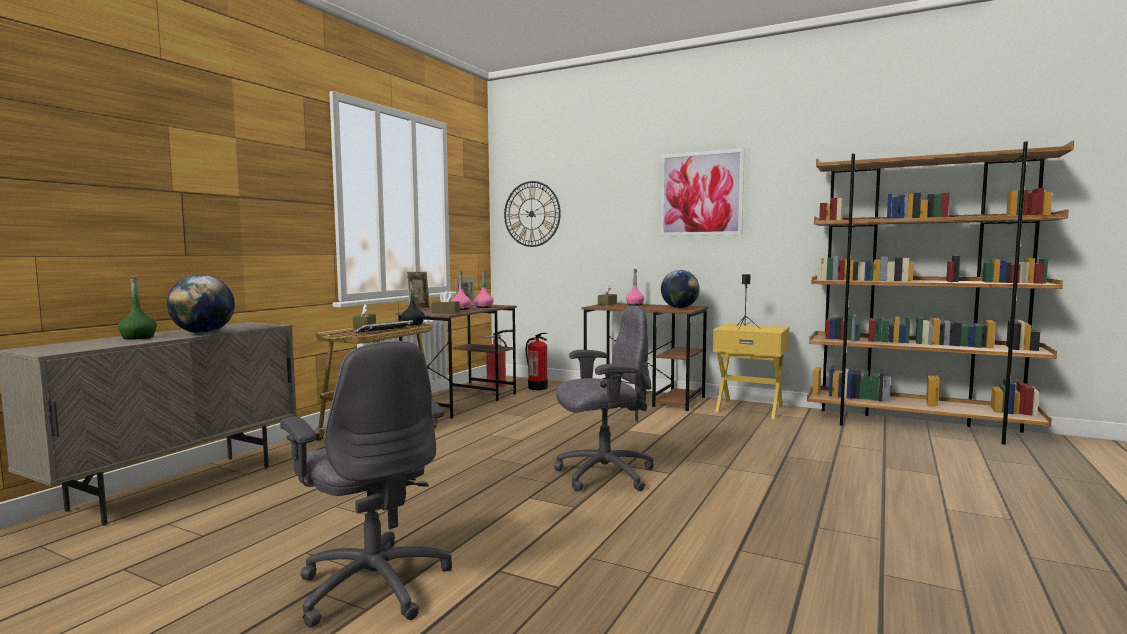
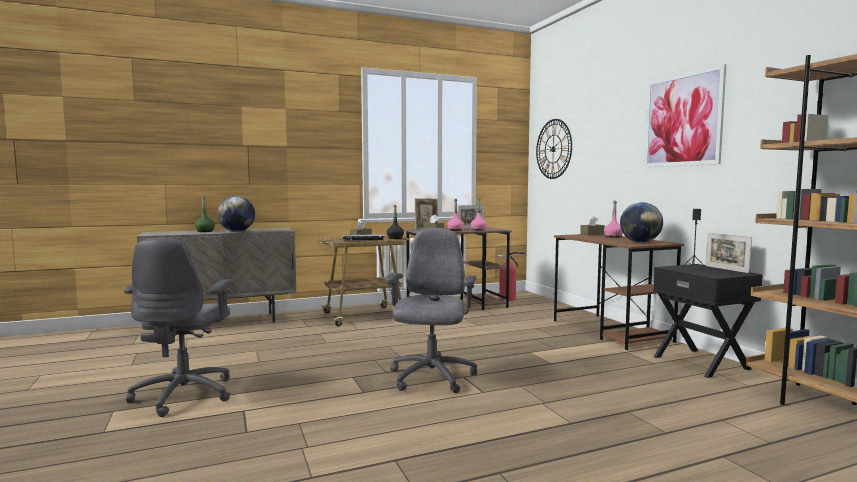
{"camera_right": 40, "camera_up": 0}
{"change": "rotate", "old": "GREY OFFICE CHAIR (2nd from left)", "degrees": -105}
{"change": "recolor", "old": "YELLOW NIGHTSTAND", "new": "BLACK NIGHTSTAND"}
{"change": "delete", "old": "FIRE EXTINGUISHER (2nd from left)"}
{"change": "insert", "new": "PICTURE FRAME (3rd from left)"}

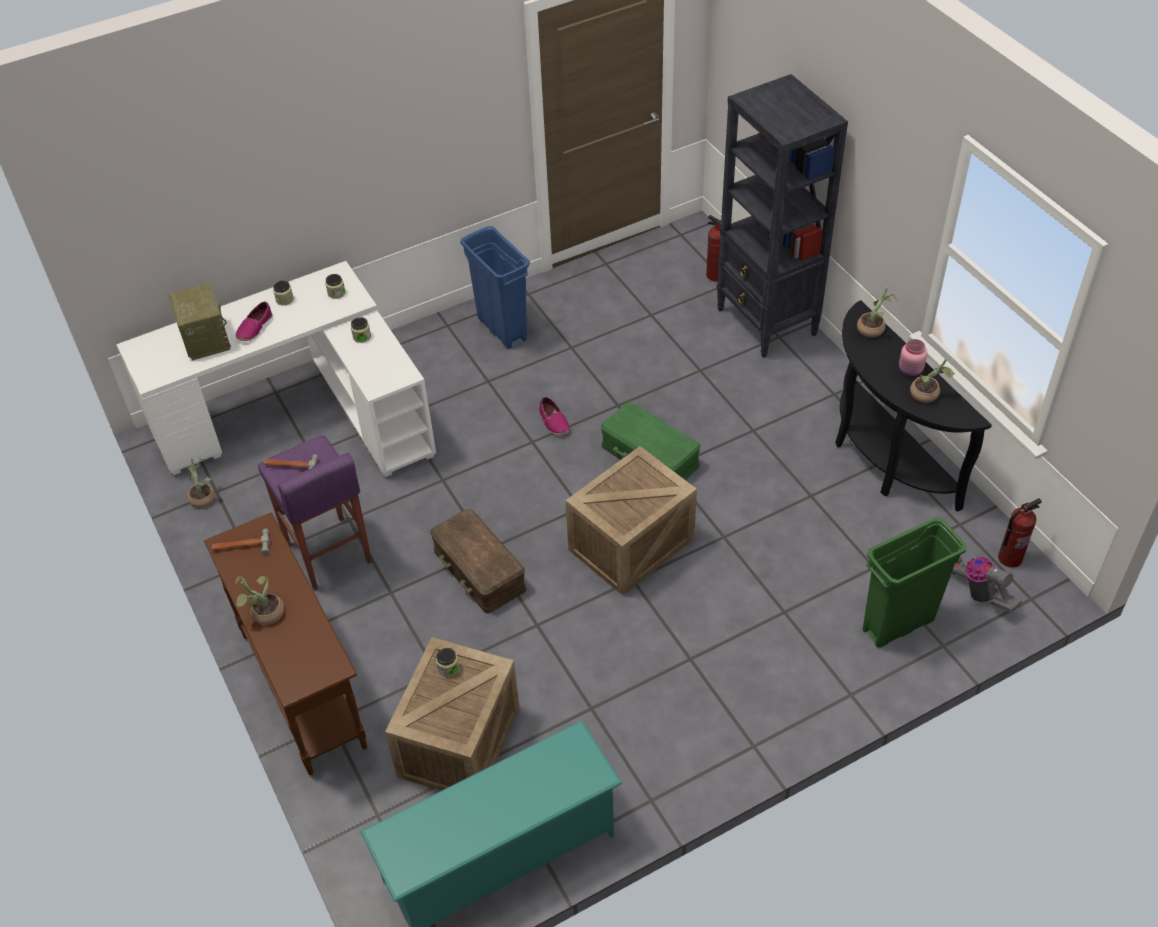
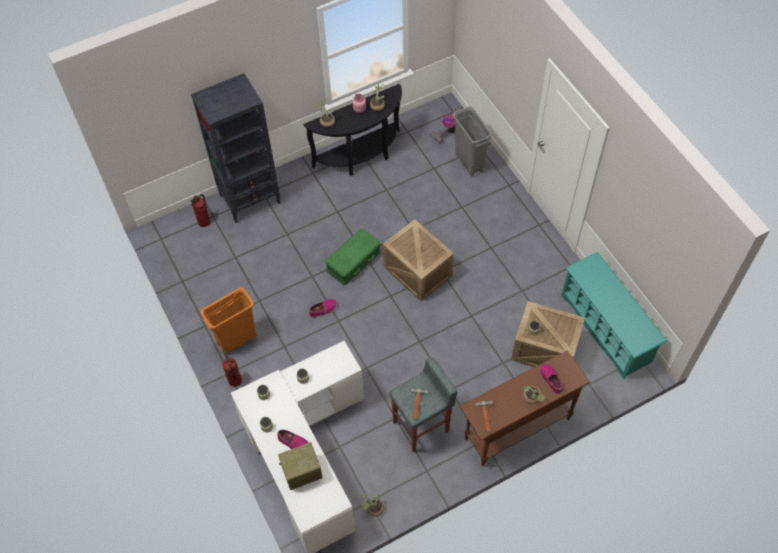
{"camera_right": -90, "camera_up": 10}
{"change": "recolor", "old": "BLUE TRASH CAN", "new": "ORANGE TRASH CAN"}
{"change": "recolor", "old": "PURPLE STOOL", "new": "GREY STOOL"}
{"change": "move", "old": "FIRE EXTINGUISHER (2nd from left)"}
{"change": "delete", "old": "BROWN STORAGE BOX"}
{"change": "recolor", "old": "GREEN TRASH CAN", "new": "GREY TRASH CAN"}
{"change": "insert", "new": "SHOE (3rd from left)"}

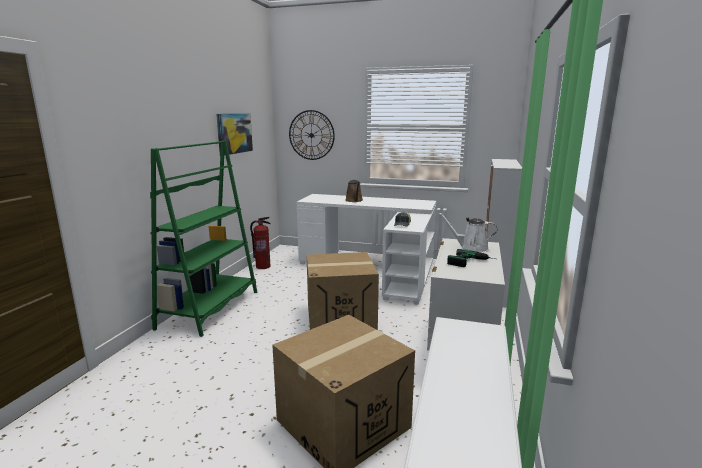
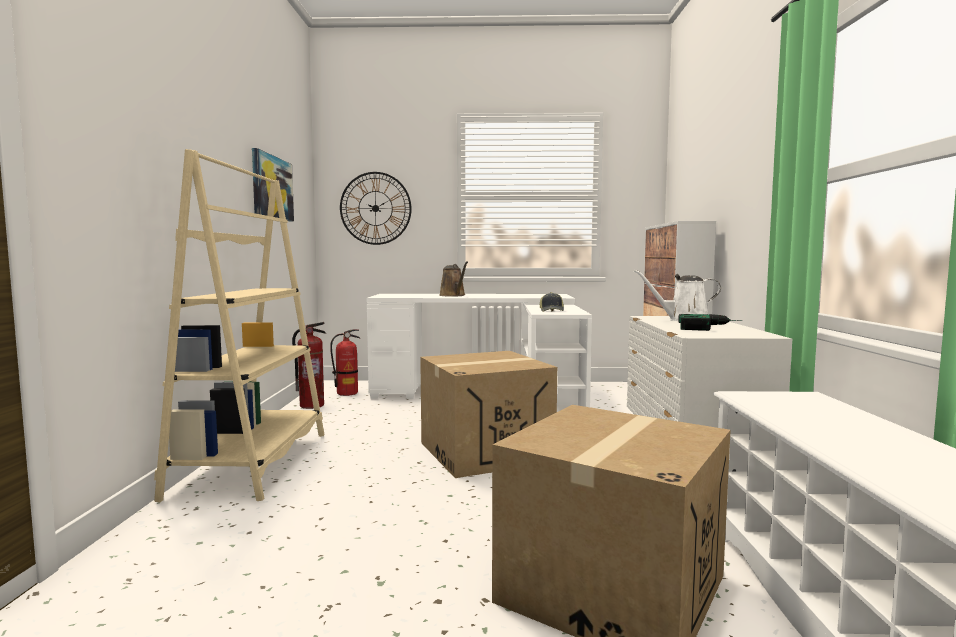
{"camera_right": -15, "camera_up": -10}
{"change": "recolor", "old": "GREEN BOOKCASE", "new": "BEIGE BOOKCASE"}
{"change": "insert", "new": "FIRE EXTINGUISHER (2nd from left)"}

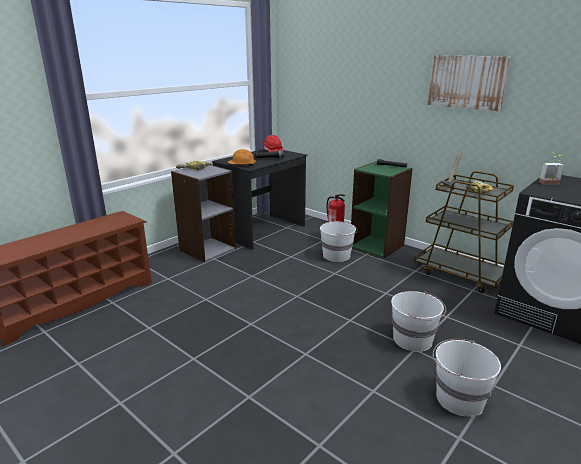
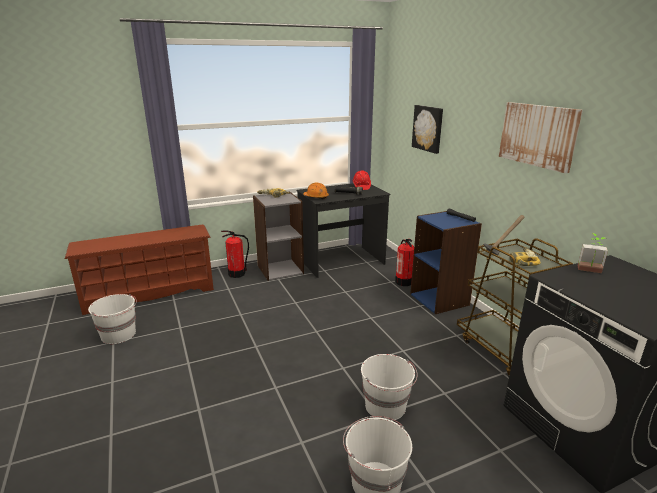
{"camera_right": 25, "camera_up": 0}
{"change": "recolor", "old": "GREEN BOOKCASE", "new": "BLUE BOOKCASE"}
{"change": "move", "old": "WHITE BUCKET (1st from left)"}
{"change": "insert", "new": "PICTURE (1st from left)"}
{"change": "insert", "new": "FIRE EXTINGUISHER (1st from left)"}

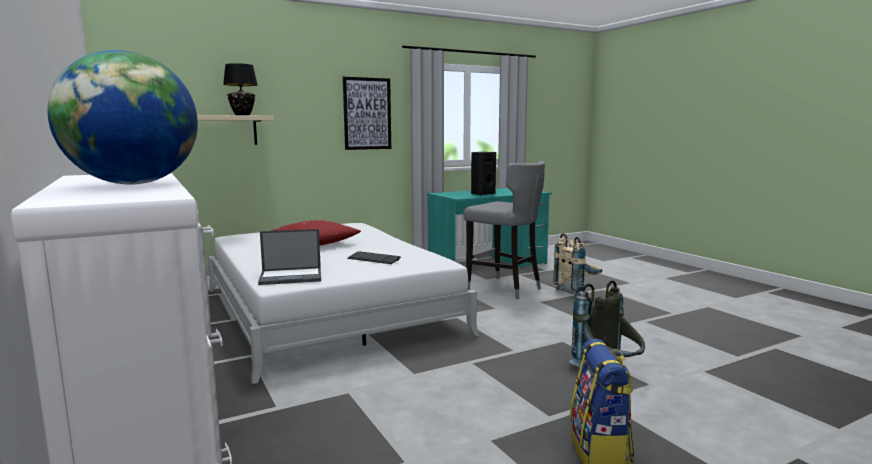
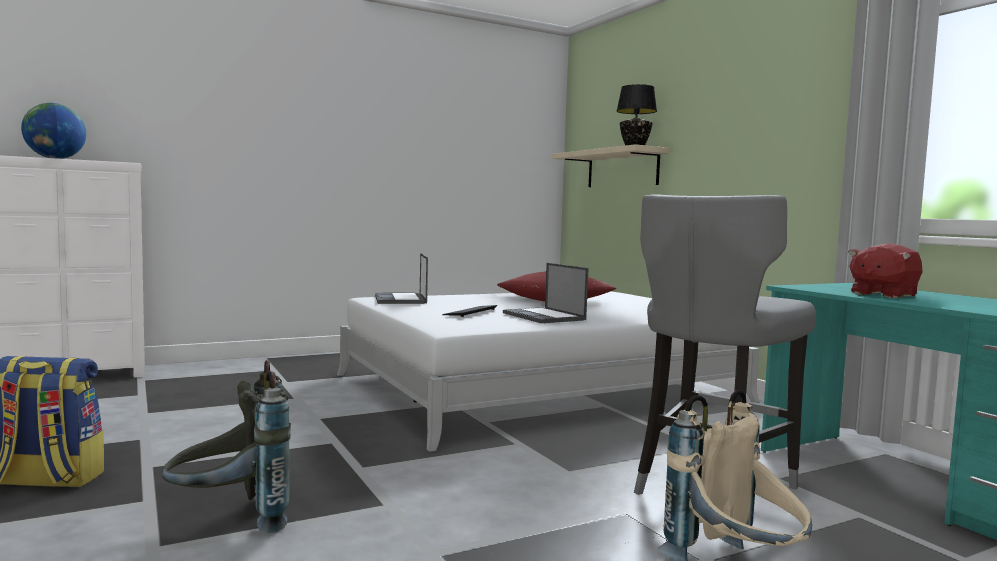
{"camera_right": 90, "camera_up": -5}
{"change": "delete", "old": "PICTURE"}
{"change": "replace", "old": "BLACK SPEAKER", "new": "RED PLUSH TOY"}
{"change": "insert", "new": "LAPTOP (2nd from left)"}

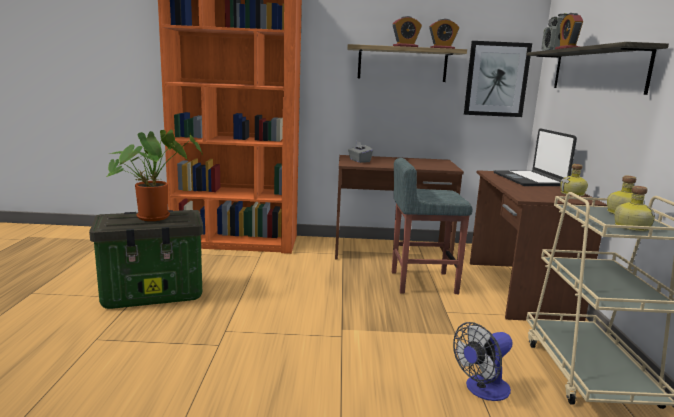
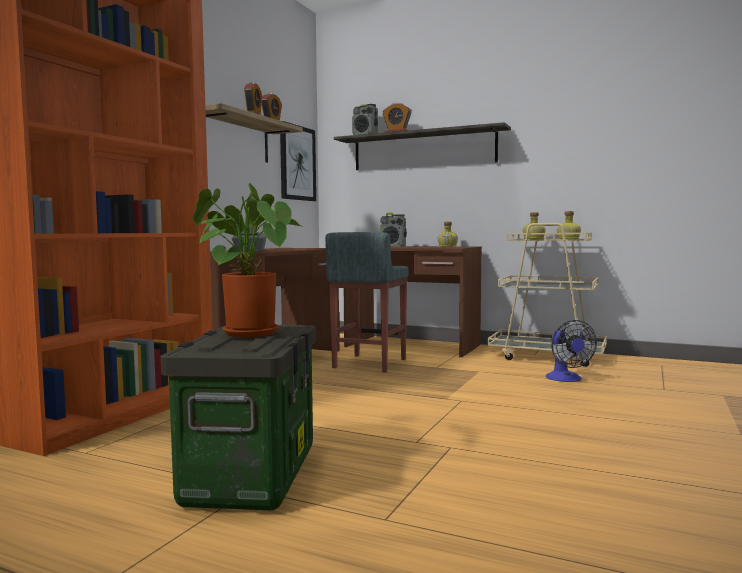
{"camera_right": -65, "camera_up": -10}
{"change": "replace", "old": "LAPTOP", "new": "RADIO (2nd from left)"}

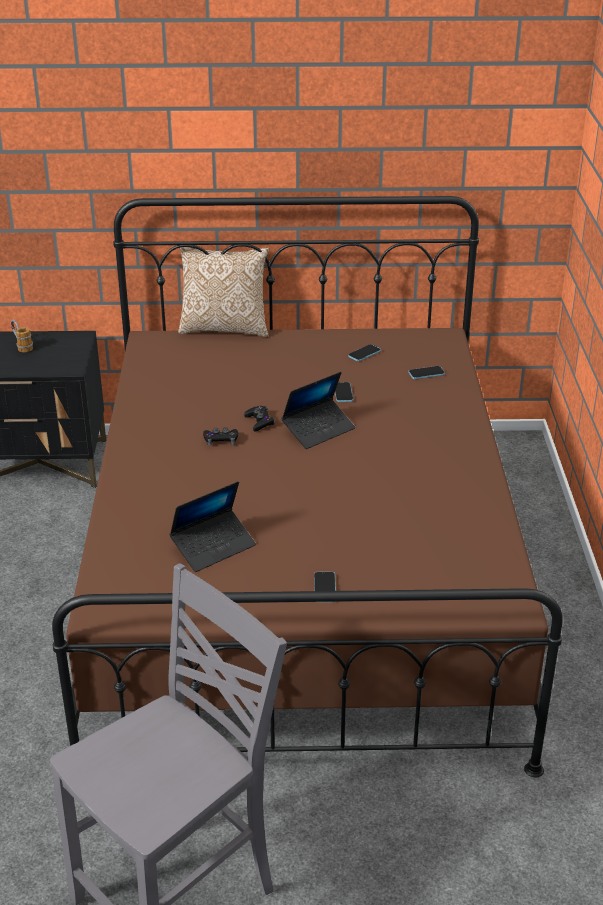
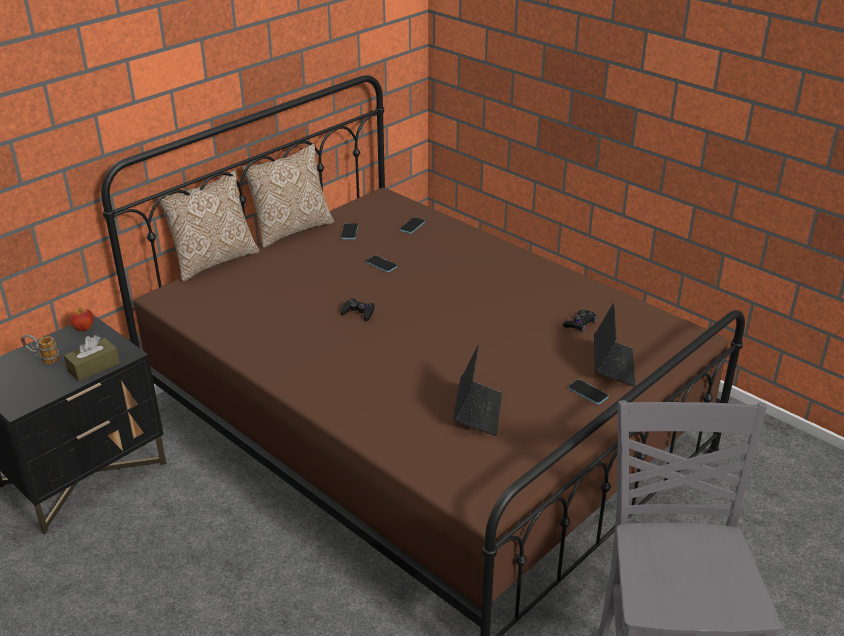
{"camera_right": -45, "camera_up": 0}
{"change": "move", "old": "LAPTOP (2nd from left)"}
{"change": "move", "old": "BLACK GAME CONTROLLER (1st from left in the first image)", "new": "BLACK GAME CONTROLLER (2nd from left)"}
{"change": "insert", "new": "PILLOW (2nd from left)"}
{"change": "insert", "new": "APPLE"}
{"change": "insert", "new": "BROWN TISSUE BOX"}

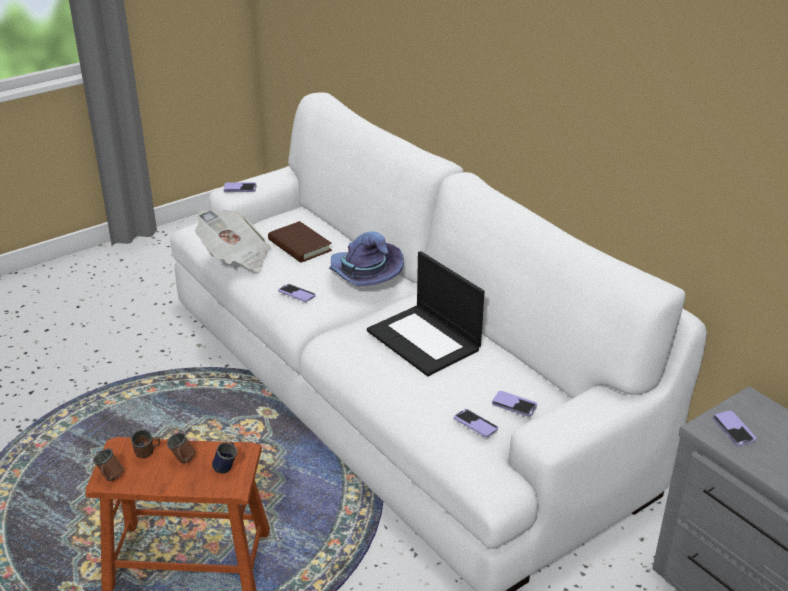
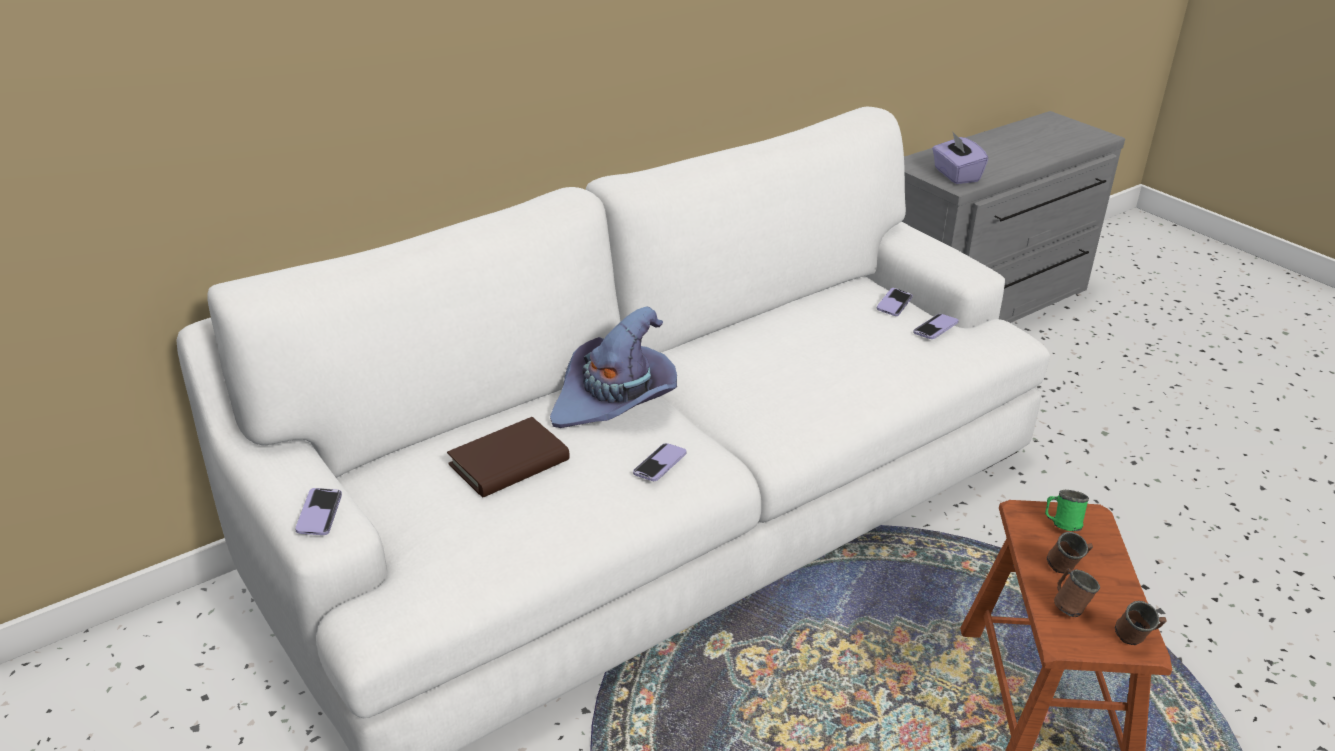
{"camera_right": -90, "camera_up": 0}
{"change": "delete", "old": "NEWSPAPER"}
{"change": "delete", "old": "LAPTOP"}
{"change": "replace", "old": "PHONE (5th from left)", "new": "PURPLE TISSUE BOX"}
{"change": "recolor", "old": "BLUE MUG", "new": "GREEN MUG"}

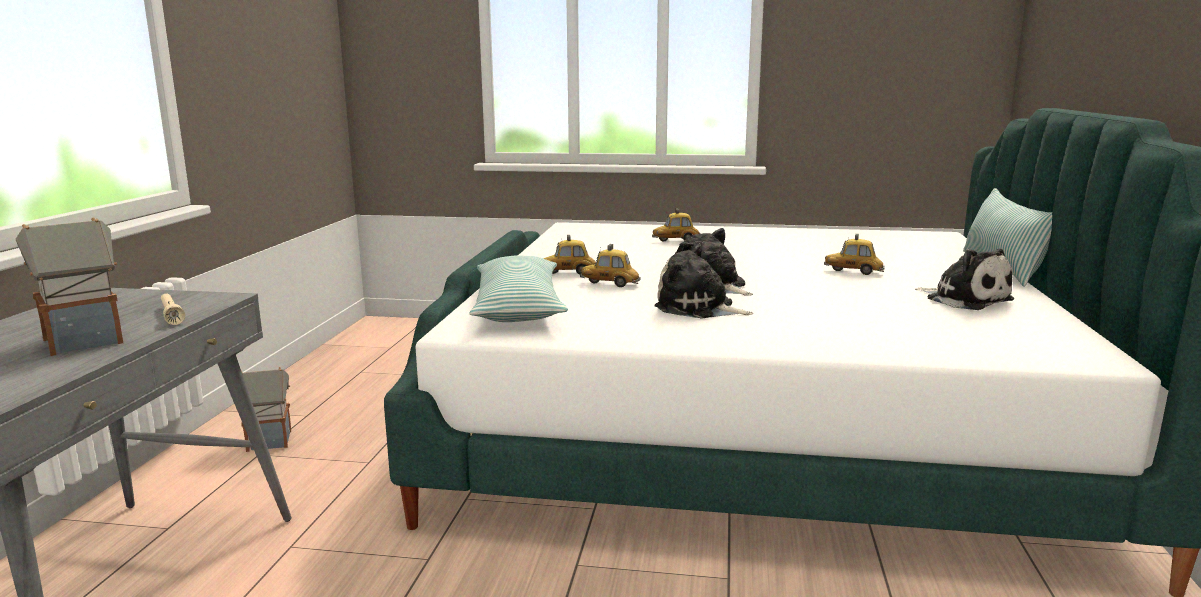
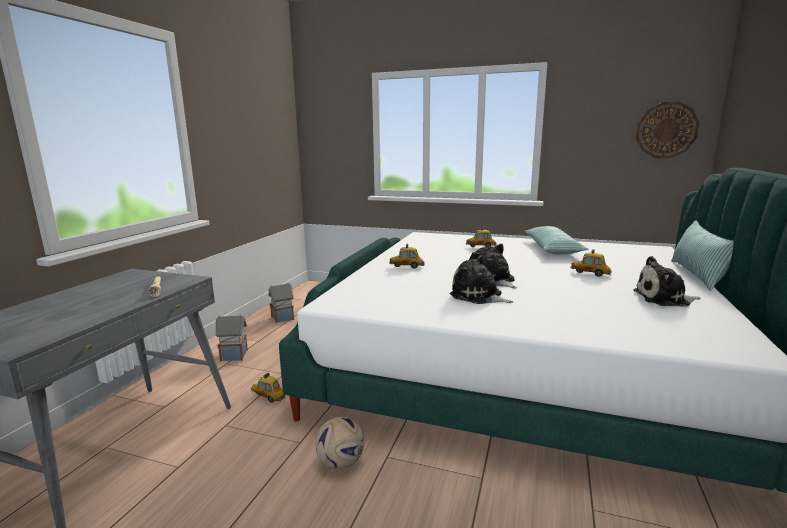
{"camera_right": 10, "camera_up": 0}
{"change": "move", "old": "TOY HOUSE (1st from left in the first image)", "new": "TOY HOUSE (2nd from left)"}
{"change": "move", "old": "TOY CAR (2nd from left in the first image)", "new": "TOY CAR (1st from left)"}
{"change": "rotate", "old": "PLUSH TOY (3rd from left)", "degrees": 120}
{"change": "move", "old": "PILLOW (1st from left)"}
{"change": "insert", "new": "WALL CLOCK"}
{"change": "insert", "new": "FOOTBALL"}

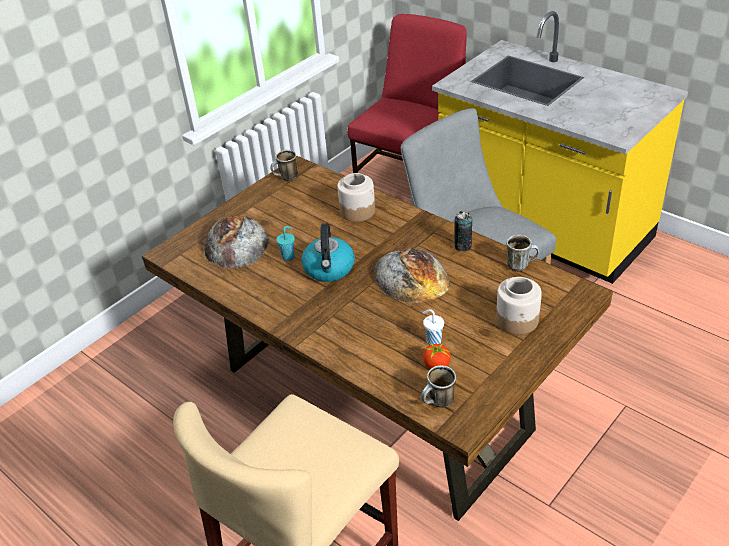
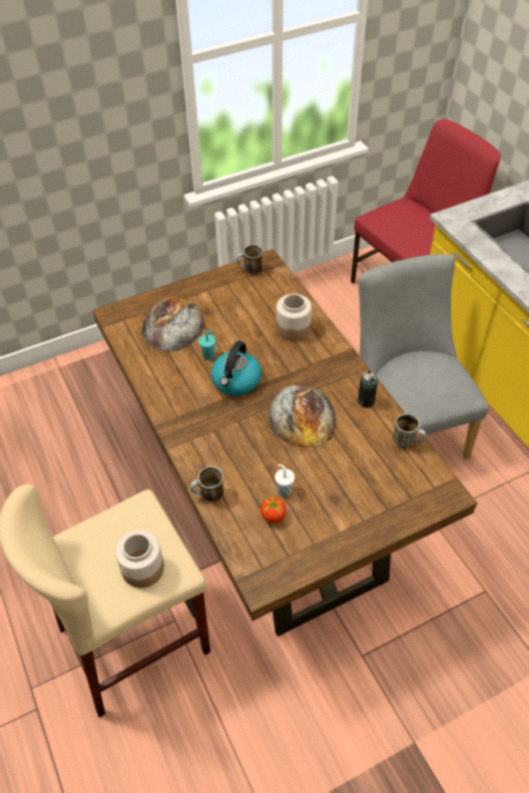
{"camera_right": 20, "camera_up": 10}
{"change": "move", "old": "JAR (2nd from left in the first image)", "new": "JAR (1st from left)"}
{"change": "move", "old": "MUG (2nd from left in the first image)", "new": "MUG (1st from left)"}

